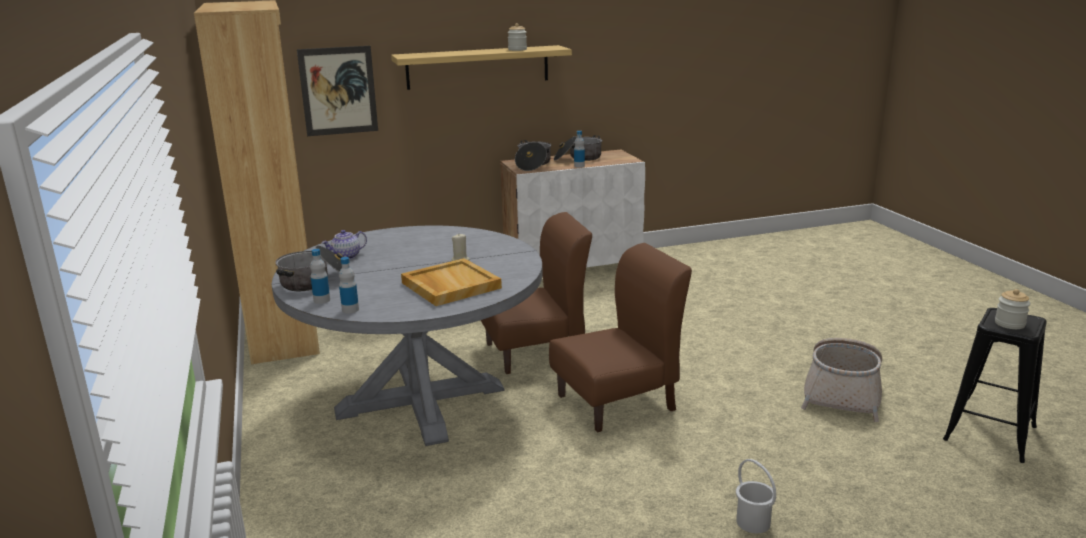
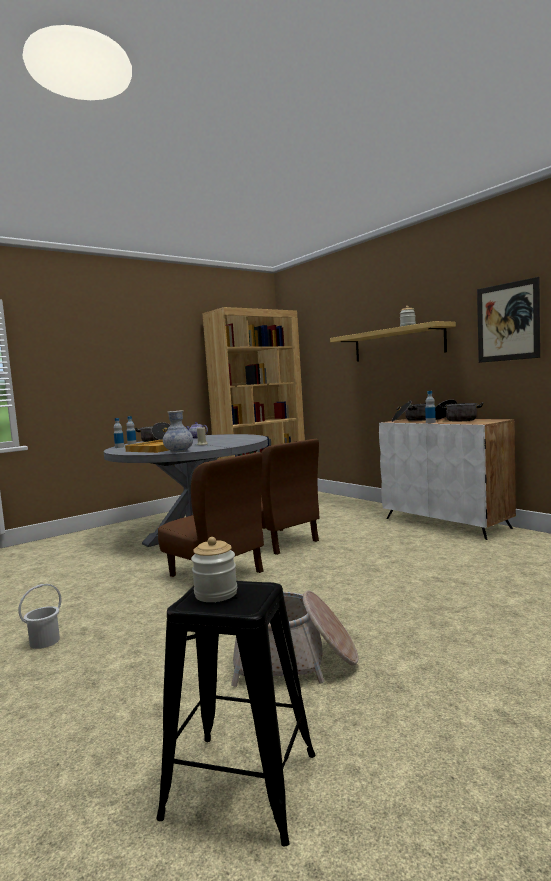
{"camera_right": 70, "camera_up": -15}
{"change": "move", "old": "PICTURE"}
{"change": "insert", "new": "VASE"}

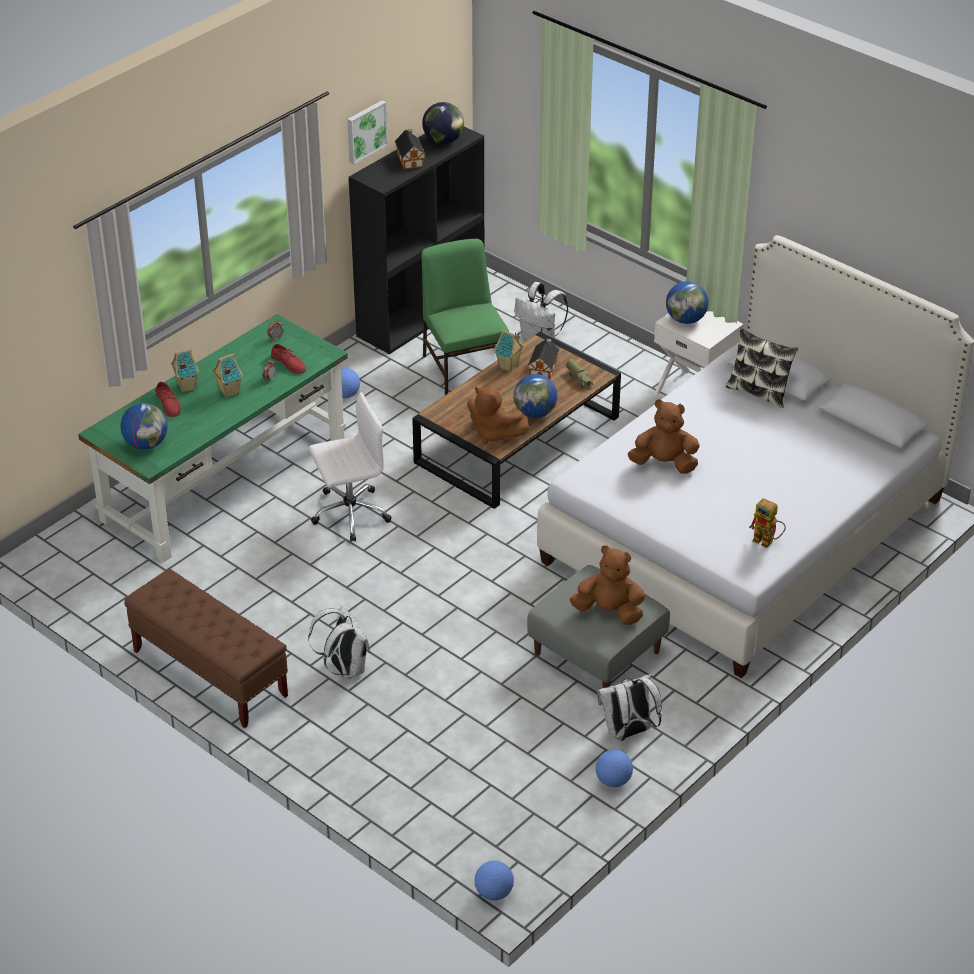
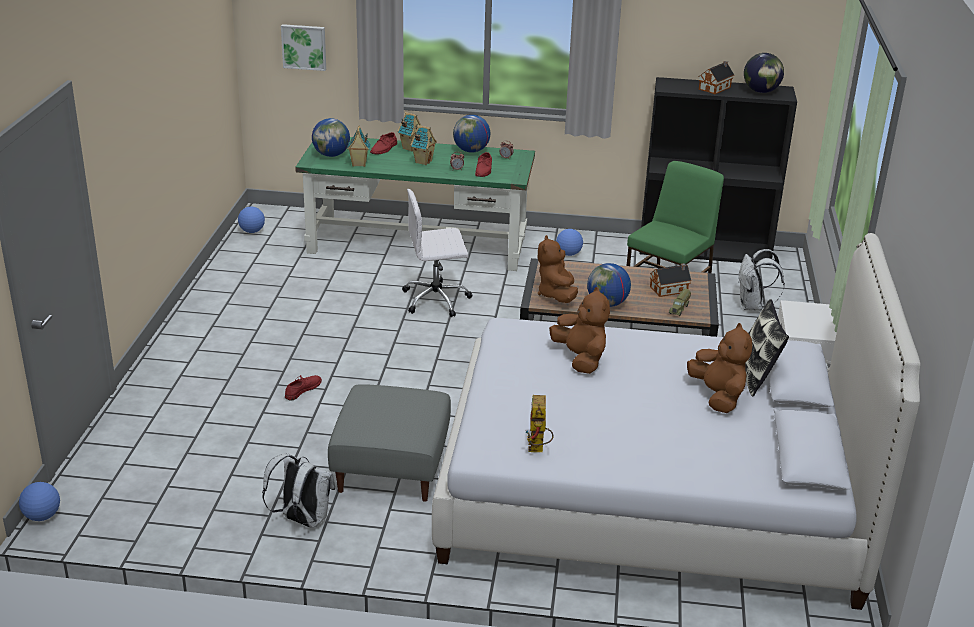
{"camera_right": 55, "camera_up": -10}
{"change": "move", "old": "PICTURE"}
{"change": "move", "old": "GLOBE (4th from left in the first image)", "new": "GLOBE (2nd from left)"}
{"change": "move", "old": "TOY HOUSE (4th from left in the first image)", "new": "TOY HOUSE (1st from left)"}
{"change": "rotate", "old": "WHITE OFFICE CHAIR", "degrees": 135}
{"change": "move", "old": "BROWN PLUSH TOY (2nd from left in the first image)", "new": "BROWN PLUSH TOY (3rd from left)"}
{"change": "delete", "old": "BROWN BENCH"}
{"change": "delete", "old": "WHITE BACKPACK (1st from left)"}
{"change": "move", "old": "FOOTBALL (3rd from left in the first image)", "new": "FOOTBALL (2nd from left)"}
{"change": "insert", "new": "RED SHOE (1st from left)"}

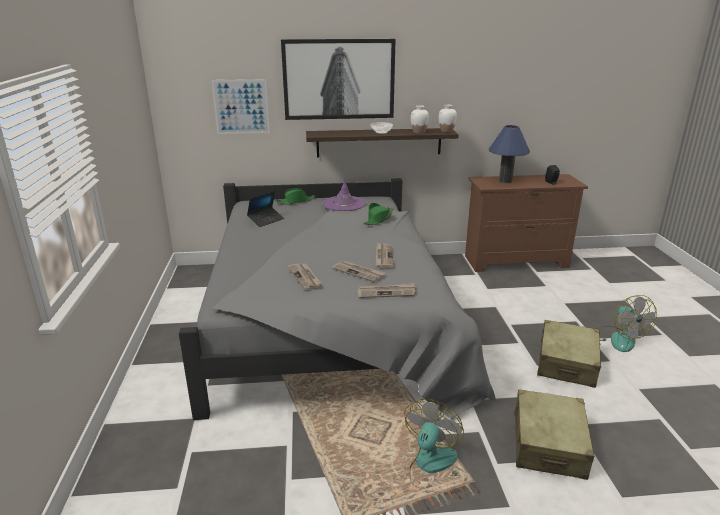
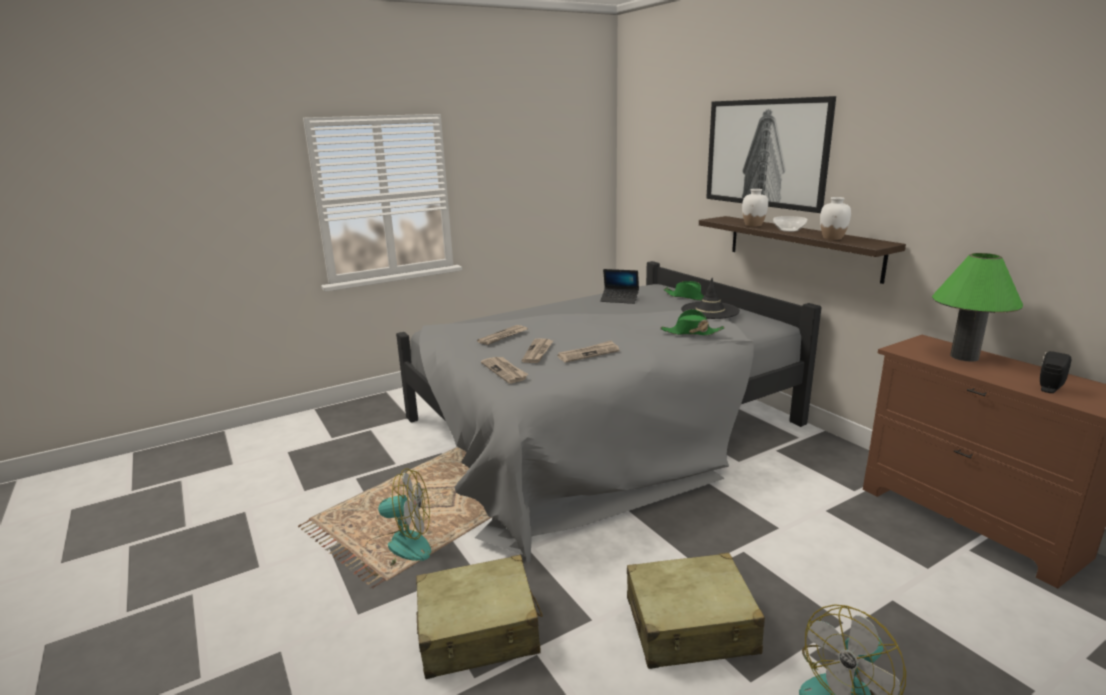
{"camera_right": 65, "camera_up": -5}
{"change": "delete", "old": "PICTURE (1st from left)"}
{"change": "move", "old": "WHITE VASE (2nd from left in the first image)", "new": "WHITE VASE (1st from left)"}
{"change": "recolor", "old": "BLUE TABLE LAMP", "new": "GREEN TABLE LAMP"}
{"change": "recolor", "old": "PURPLE HAT", "new": "BLACK HAT"}

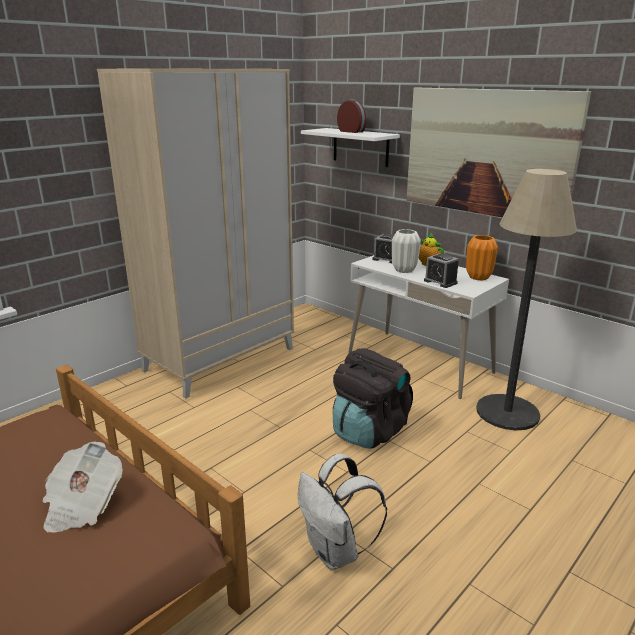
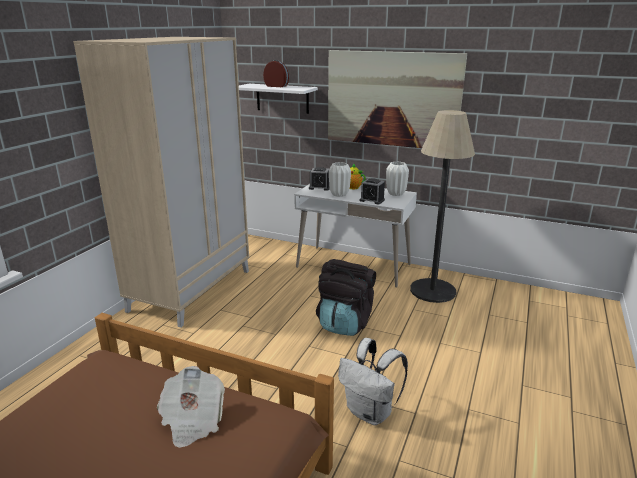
{"camera_right": -20, "camera_up": 0}
{"change": "recolor", "old": "ORANGE VASE", "new": "WHITE VASE (2nd from left)"}

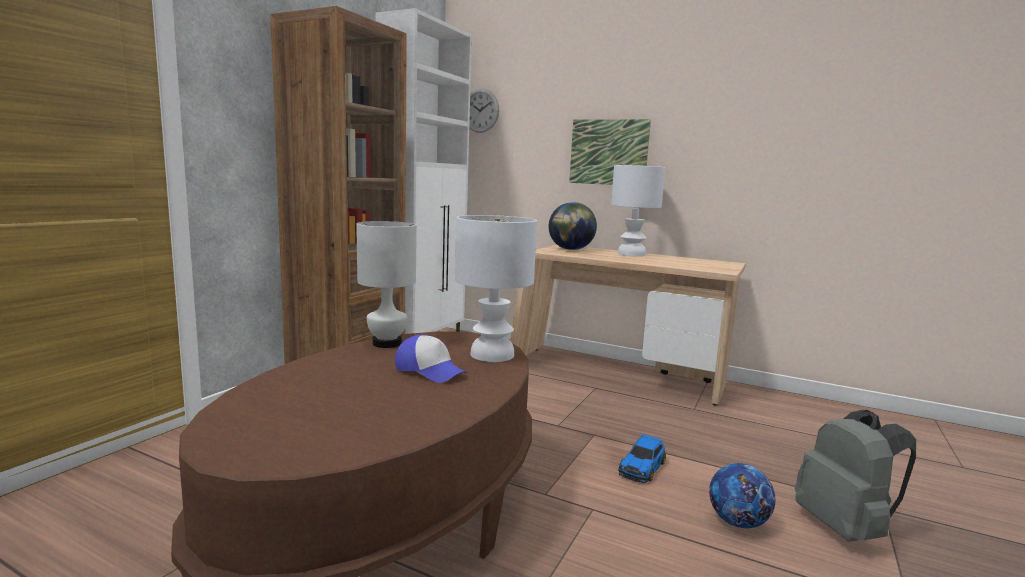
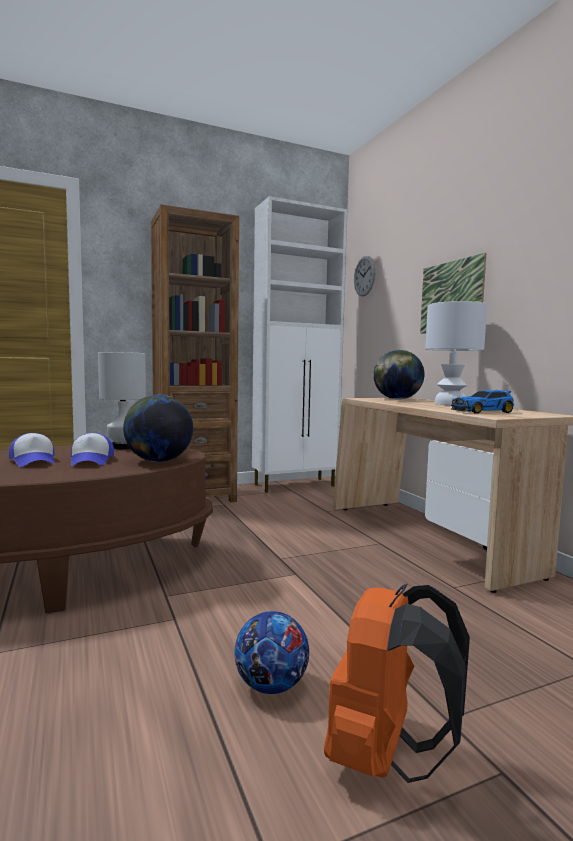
{"camera_right": 40, "camera_up": -5}
{"change": "replace", "old": "WHITE TABLE LAMP (2nd from left)", "new": "GLOBE (1st from left)"}
{"change": "recolor", "old": "GREY BACKPACK", "new": "ORANGE BACKPACK"}
{"change": "move", "old": "TOY CAR"}
{"change": "insert", "new": "CAP (1st from left)"}

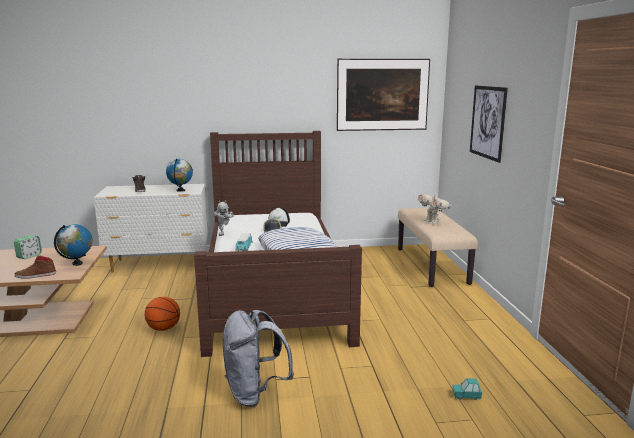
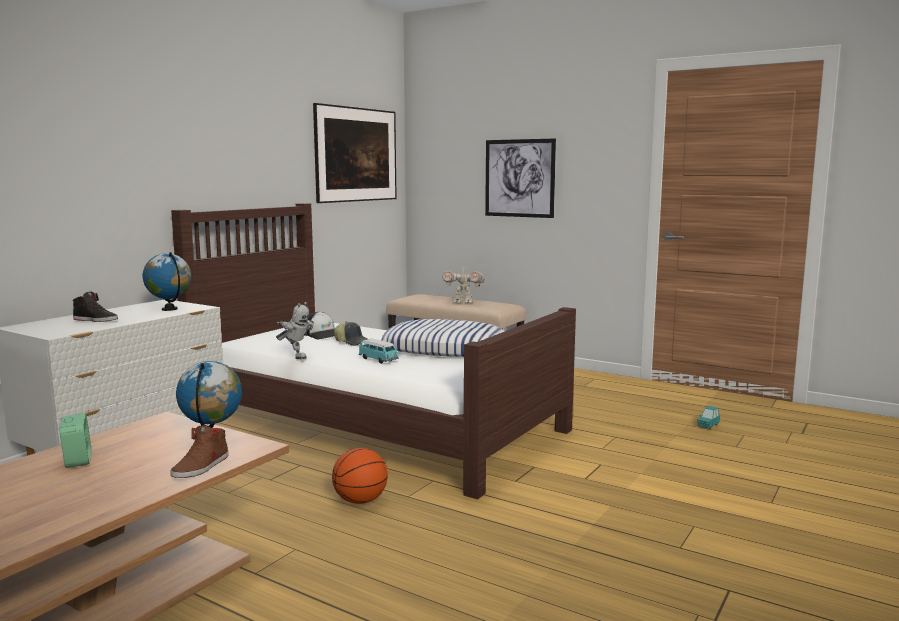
{"camera_right": -50, "camera_up": -5}
{"change": "delete", "old": "GREY BACKPACK"}

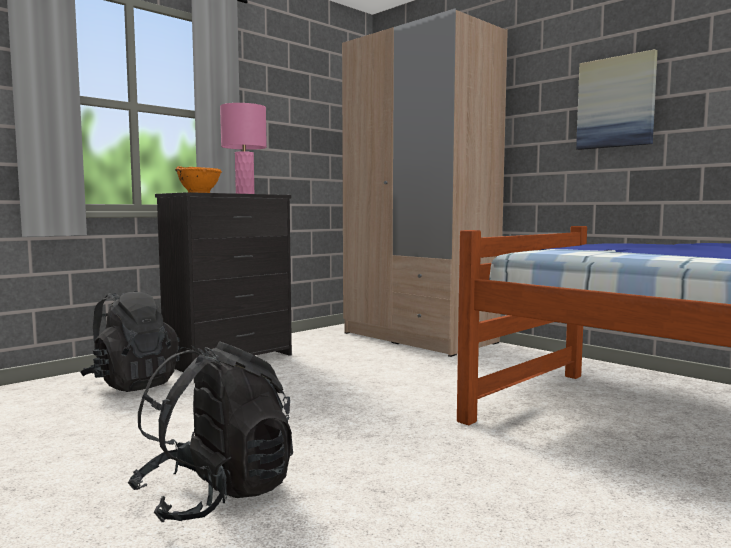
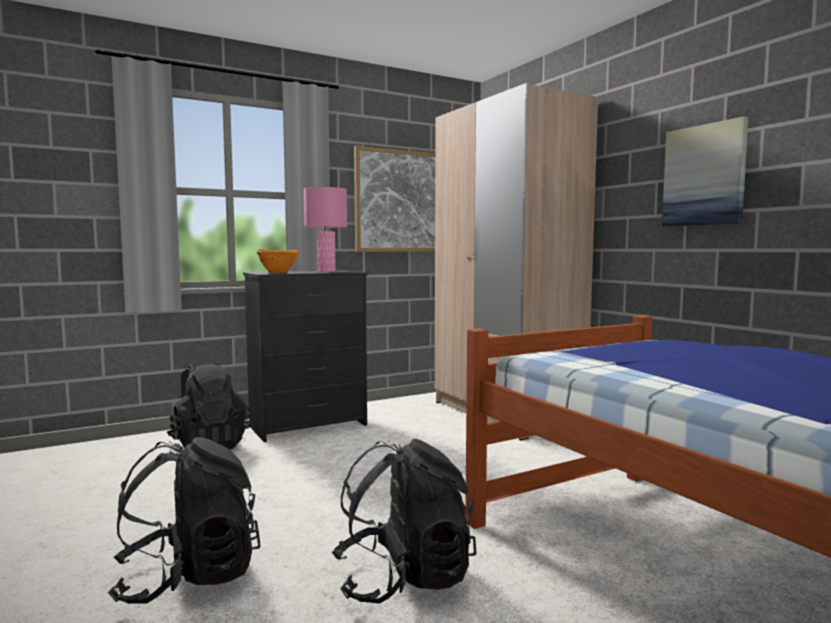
{"camera_right": 15, "camera_up": 0}
{"change": "insert", "new": "PICTURE (1st from left)"}
{"change": "insert", "new": "BLACK BACKPACK (3rd from left)"}

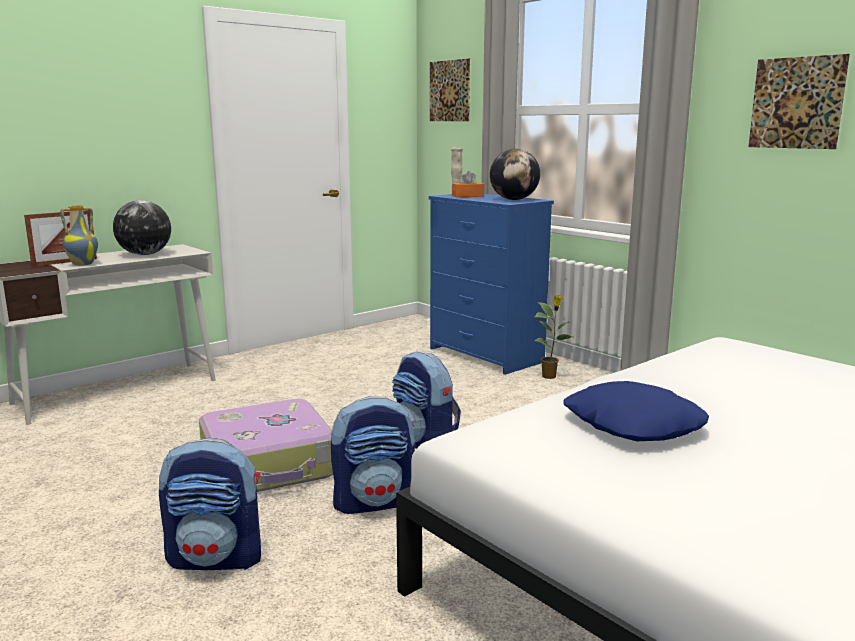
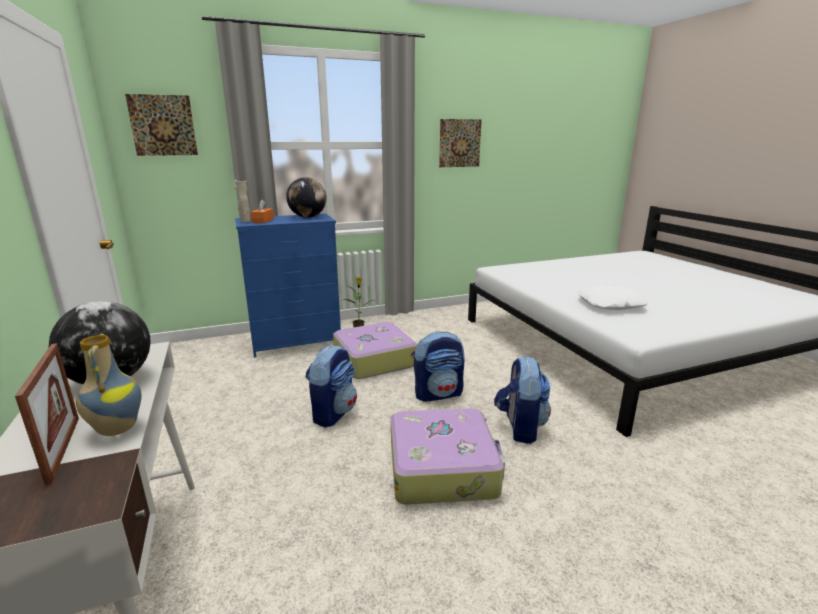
{"camera_right": -70, "camera_up": 5}
{"change": "recolor", "old": "BLUE PILLOW", "new": "WHITE PILLOW"}
{"change": "move", "old": "BACKPACK (1st from left)"}
{"change": "insert", "new": "SUITCASE (1st from left)"}

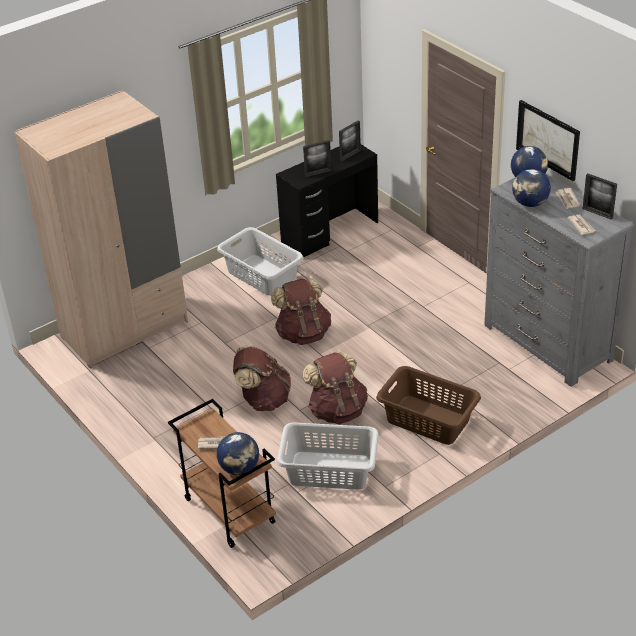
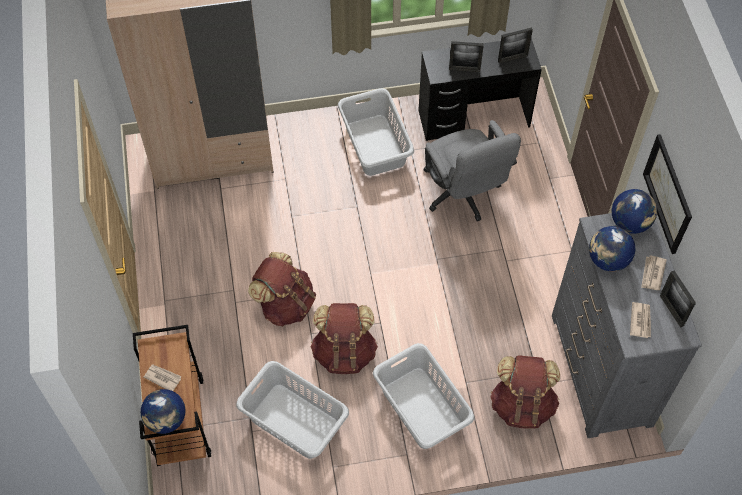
{"camera_right": 25, "camera_up": 20}
{"change": "move", "old": "BROWN BACKPACK (2nd from left in the first image)", "new": "BROWN BACKPACK (3rd from left)"}
{"change": "recolor", "old": "BROWN LAUNDRY BASKET", "new": "GREY LAUNDRY BASKET (3rd from left)"}
{"change": "insert", "new": "GREY OFFICE CHAIR"}

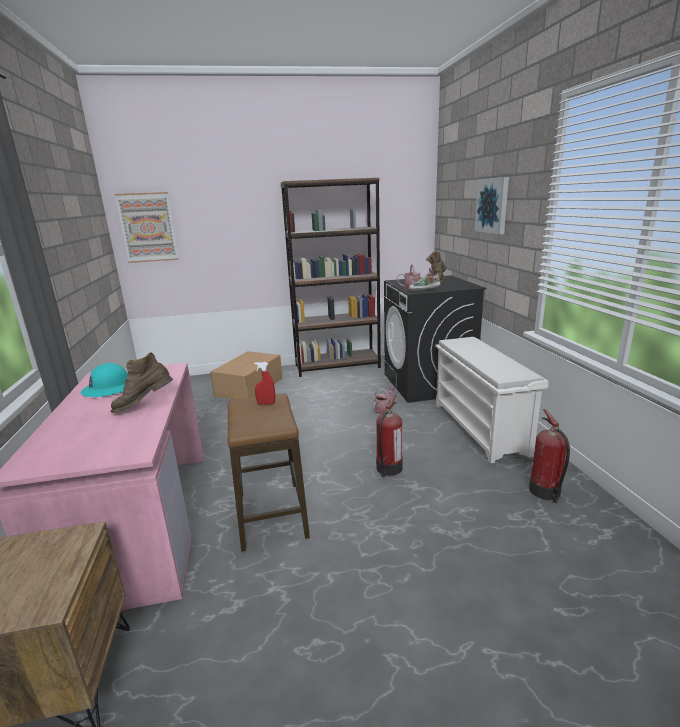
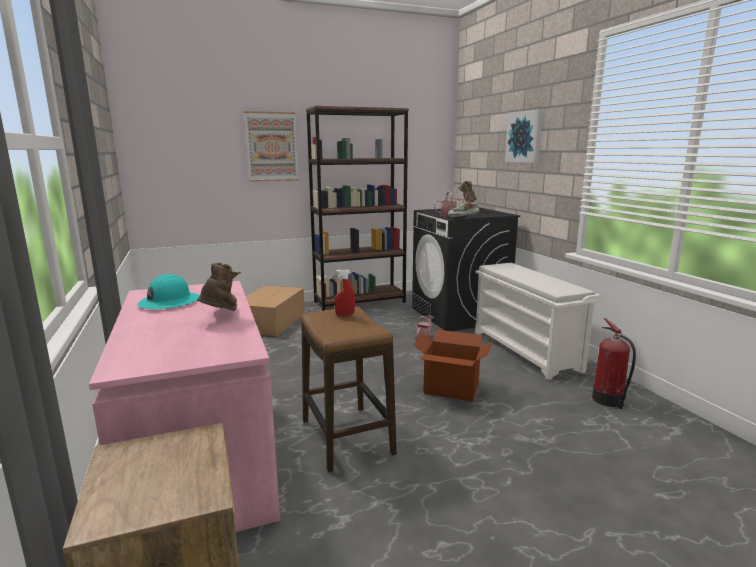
{"camera_right": -10, "camera_up": -5}
{"change": "move", "old": "PICTURE (1st from left)"}
{"change": "rotate", "old": "BROWN BOOT (1st from left)", "degrees": 135}
{"change": "replace", "old": "FIRE EXTINGUISHER (1st from left)", "new": "CARDBOARD BOX (2nd from left)"}

